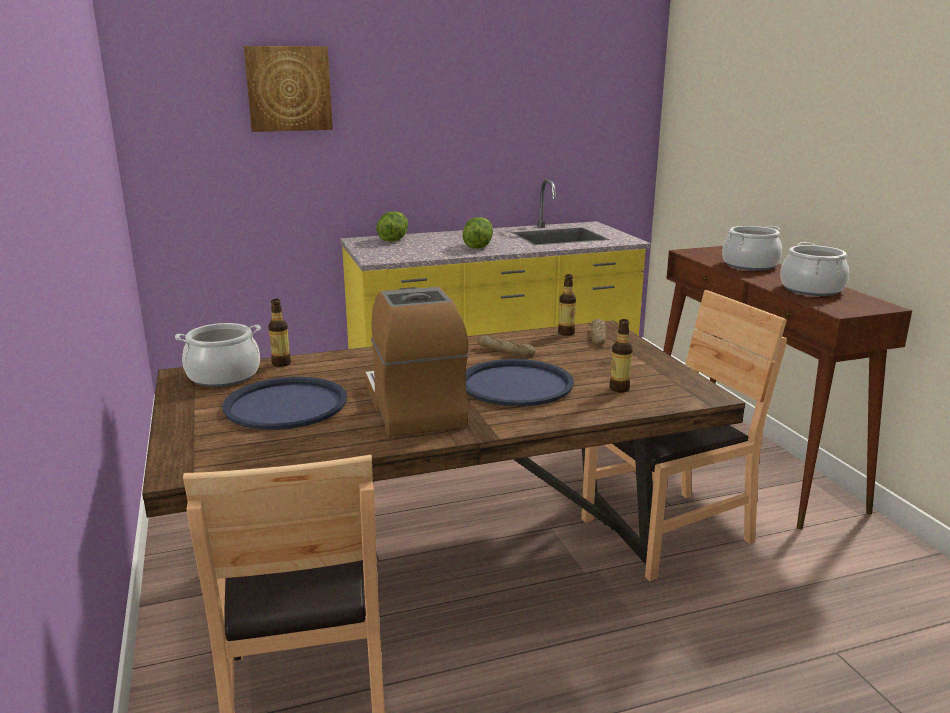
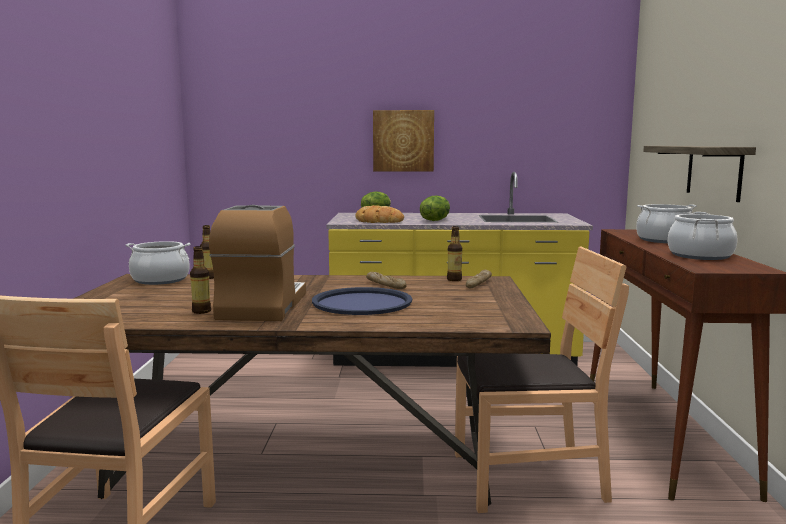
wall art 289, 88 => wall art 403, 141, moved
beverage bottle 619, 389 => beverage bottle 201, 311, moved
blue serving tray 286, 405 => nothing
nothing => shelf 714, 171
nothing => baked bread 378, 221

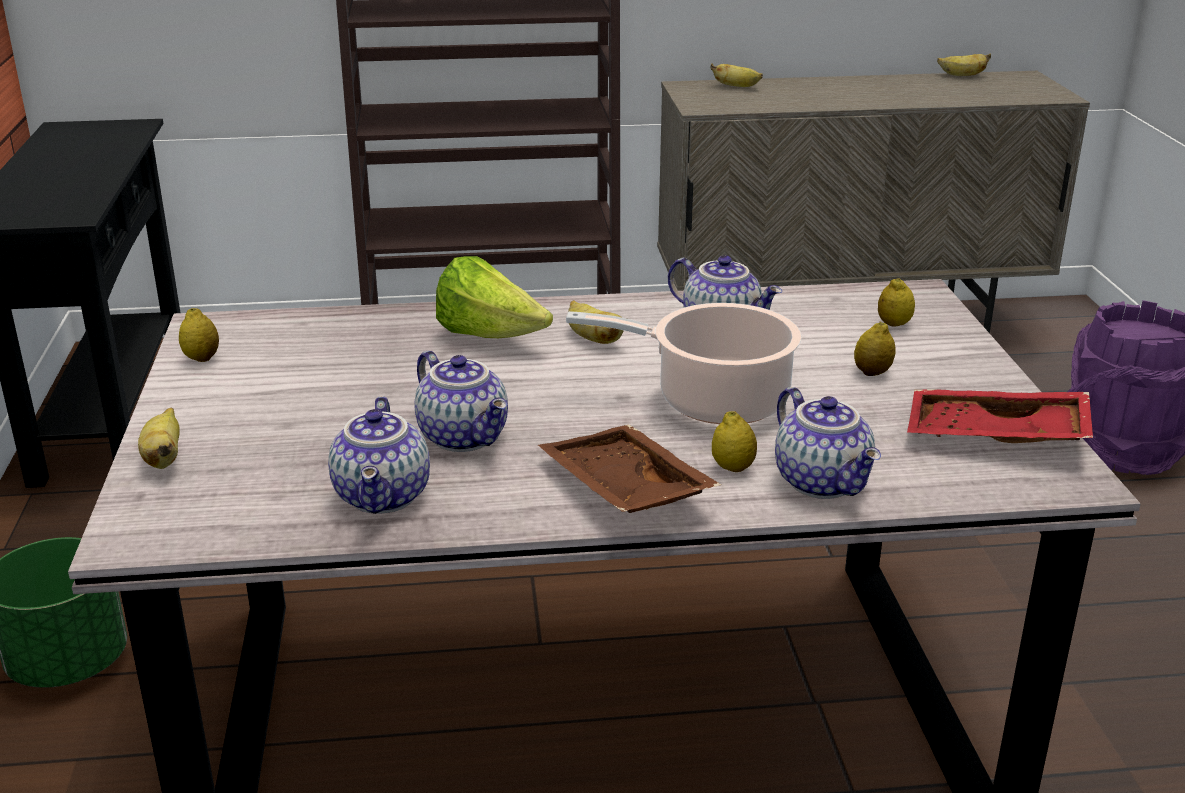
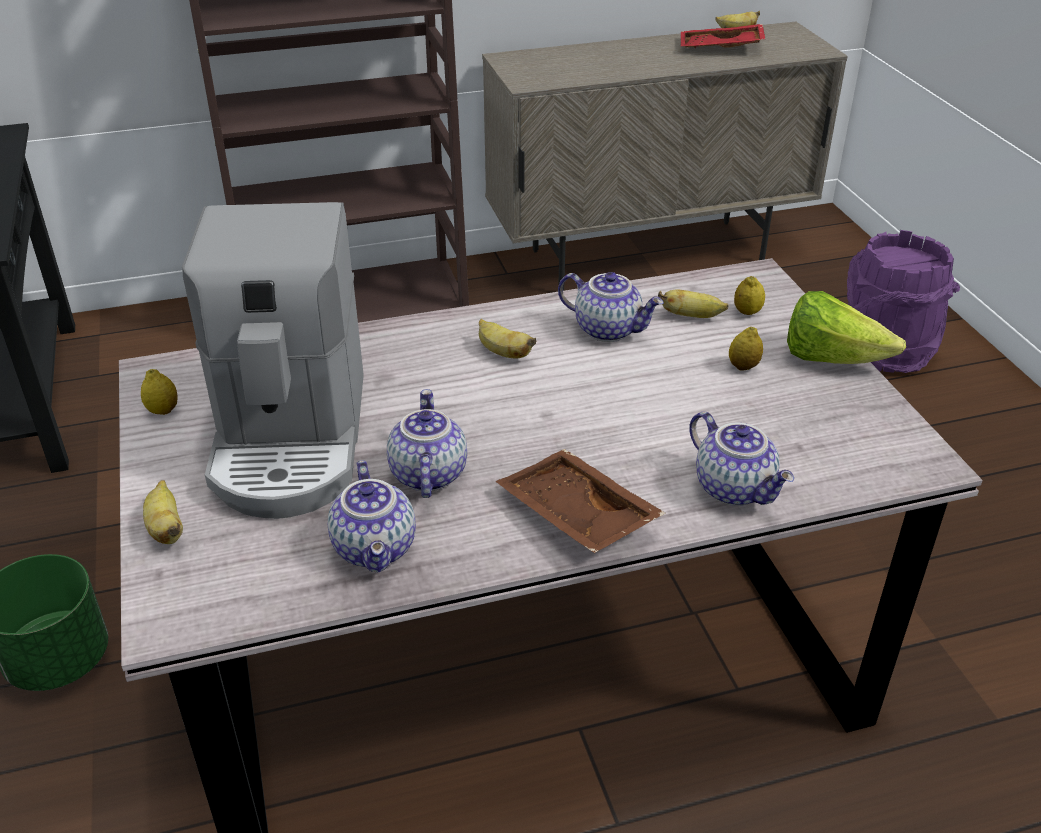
banana 737, 87 => banana 691, 316, moved
head of lettuce 490, 336 => head of lettuce 830, 358, moved
stockpot 713, 400 => nothing
tea pot 465, 437 => tea pot 426, 474, 135 degrees counterclockwise
reddish serving tray 995, 437 => reddish serving tray 720, 48, moved
whole lemon 733, 468 => nothing
nothing => coffee maker 291, 439

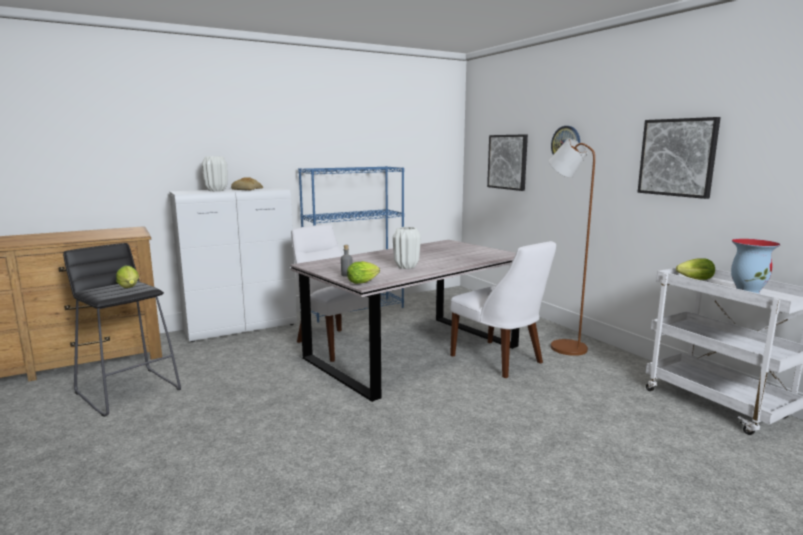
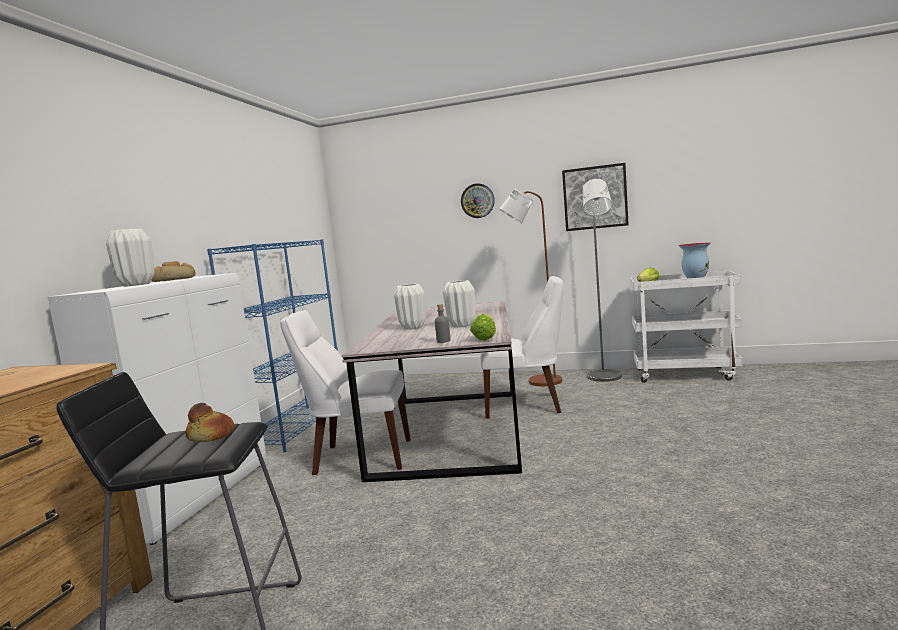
wall art 507, 162 => nothing
head of lettuce 130, 288 => baked bread 211, 435
nothing => grey standard lamp 605, 378
nothing => whitish vase 413, 327

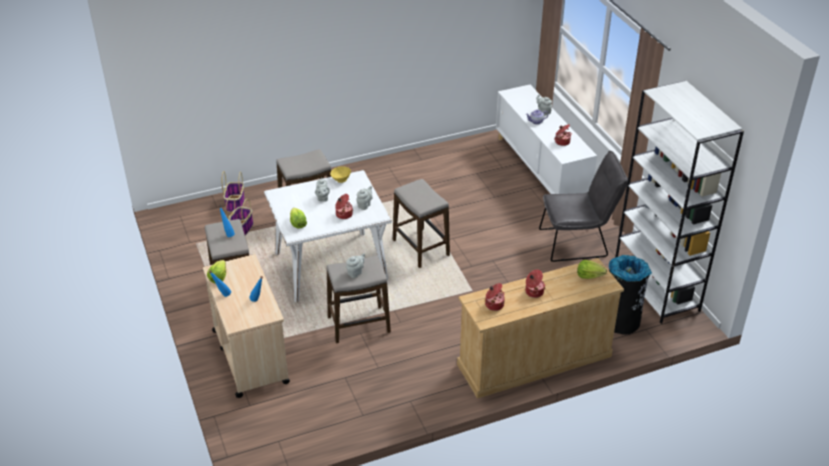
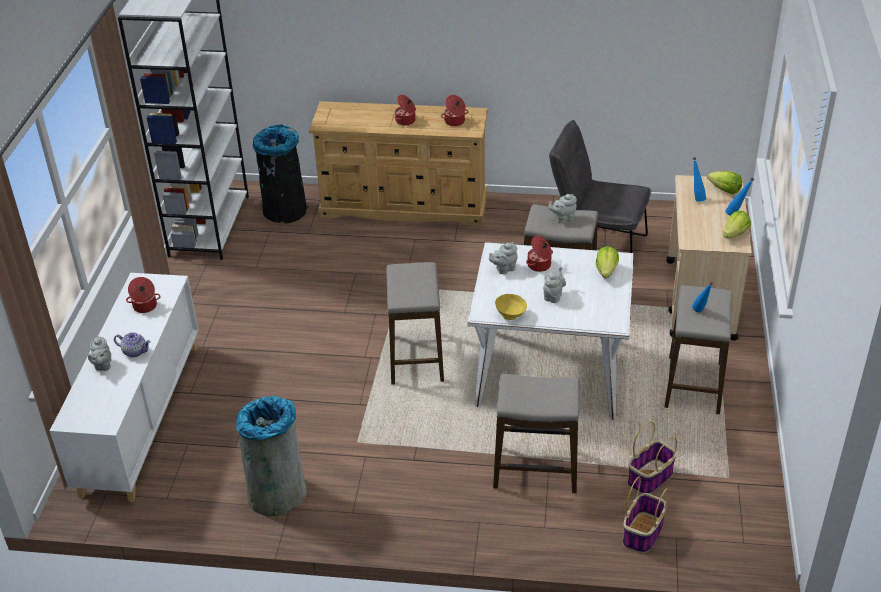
grey upright chair 578, 242 => grey upright chair 595, 246, moved
head of lettuce 589, 276 => head of lettuce 724, 190, moved
nothing => grey rubbish bin 278, 493

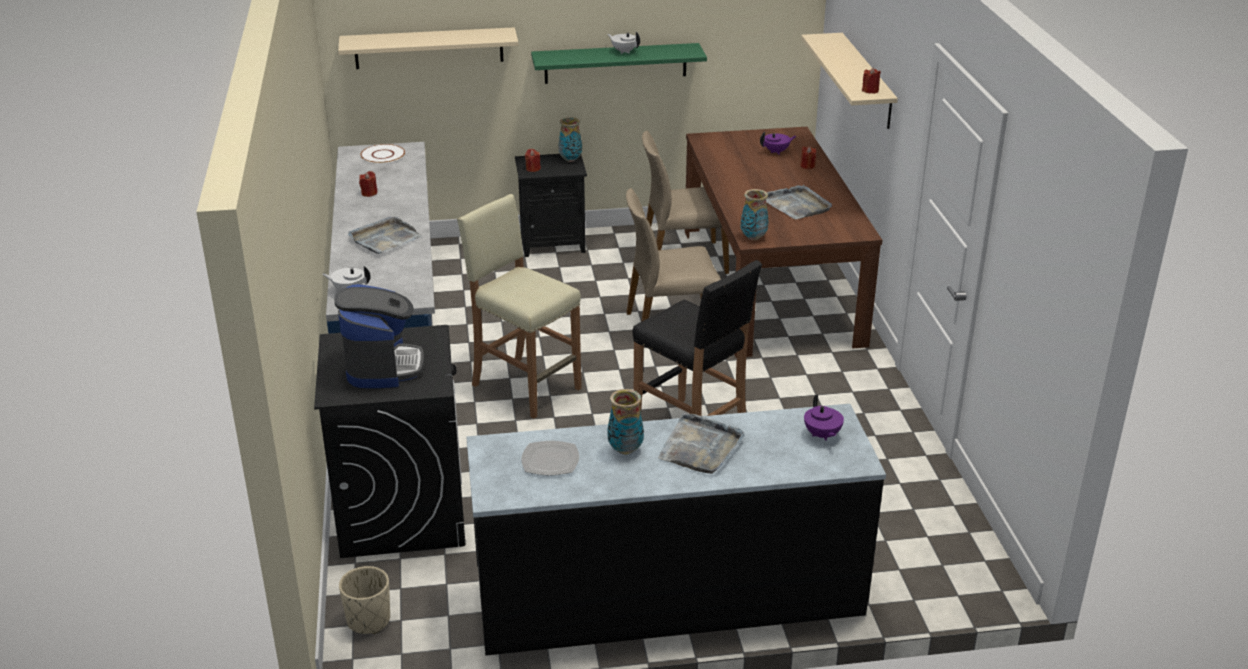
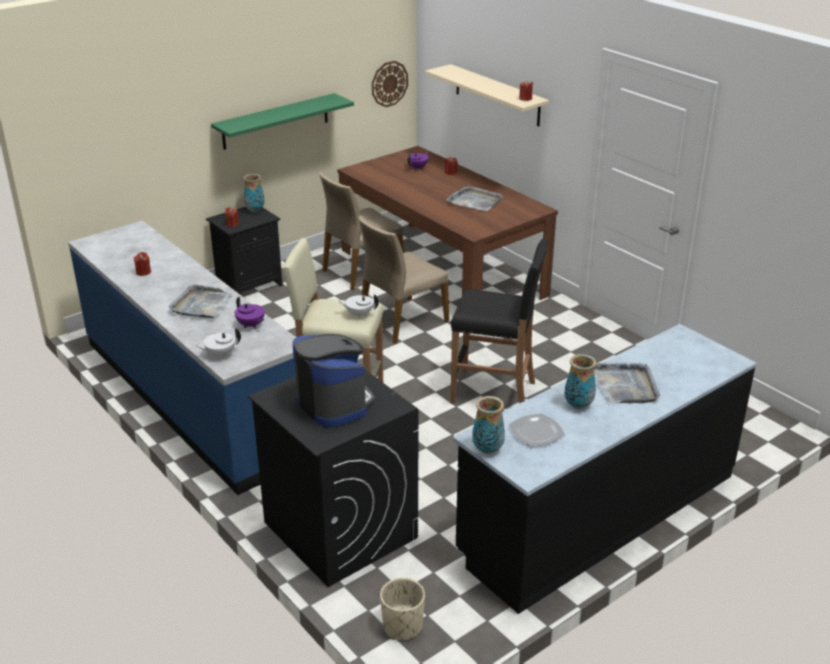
beige shelf 429, 48 => nothing
whitish tea pot 624, 51 => whitish tea pot 359, 314, moved
whitish dinner plate 382, 155 => nothing
vase 754, 237 => vase 488, 450, moved
purplish tea pot 822, 435 => purplish tea pot 250, 325, moved
nothing => hanging clock 389, 83

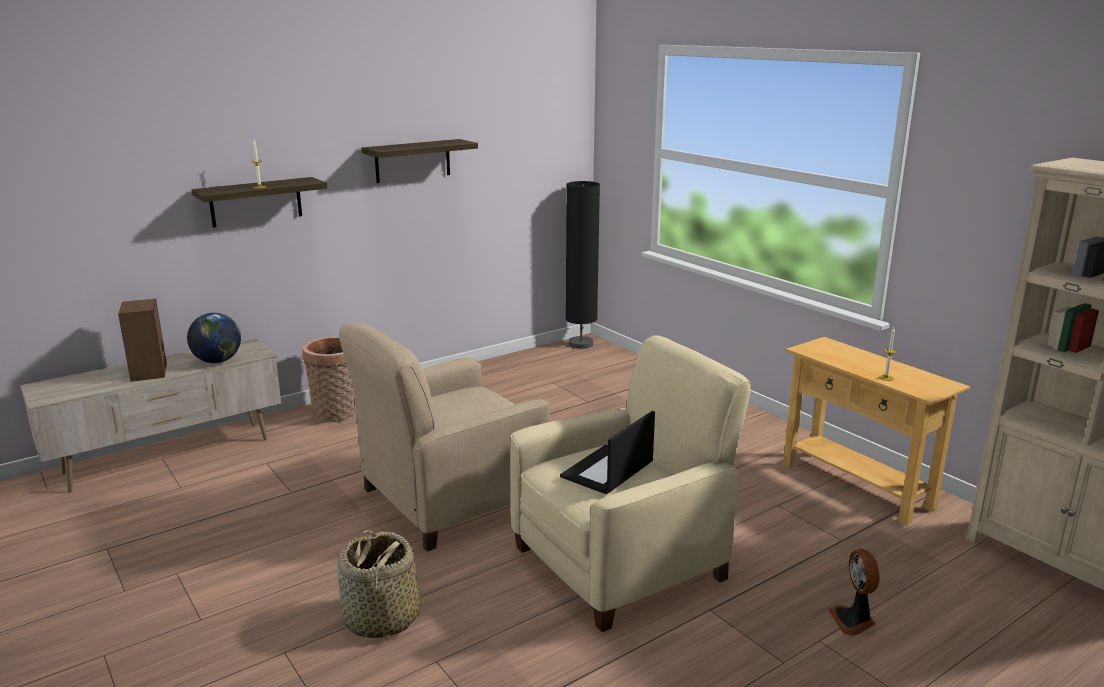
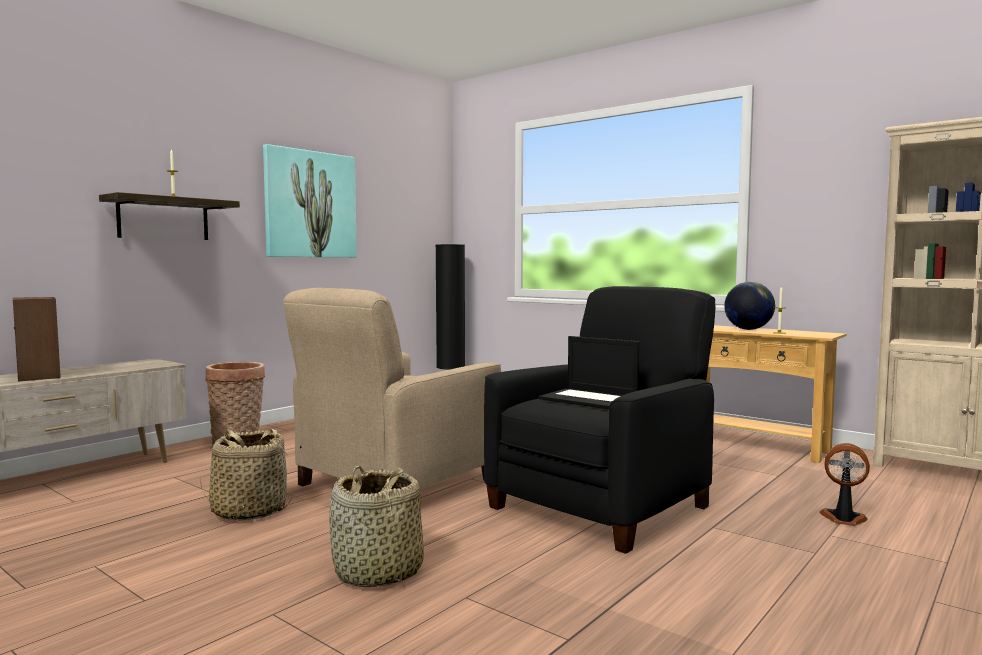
shelf 413, 161 => wall art 310, 204
desk globe 218, 361 => desk globe 748, 329, moved
beige armchair 621, 562 => black-coloured armchair 601, 506
portable computer 607, 471 => portable computer 590, 399, 75 degrees counterclockwise
electric fan 853, 620 => electric fan 843, 519, 135 degrees clockwise
nothing => basket 248, 511

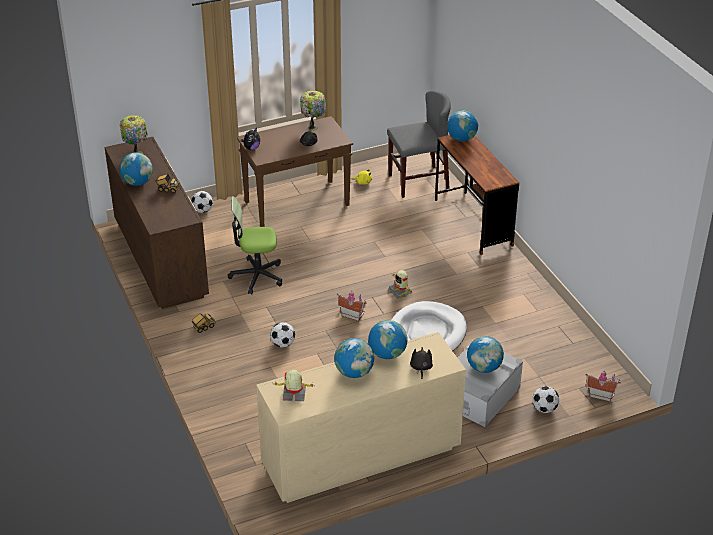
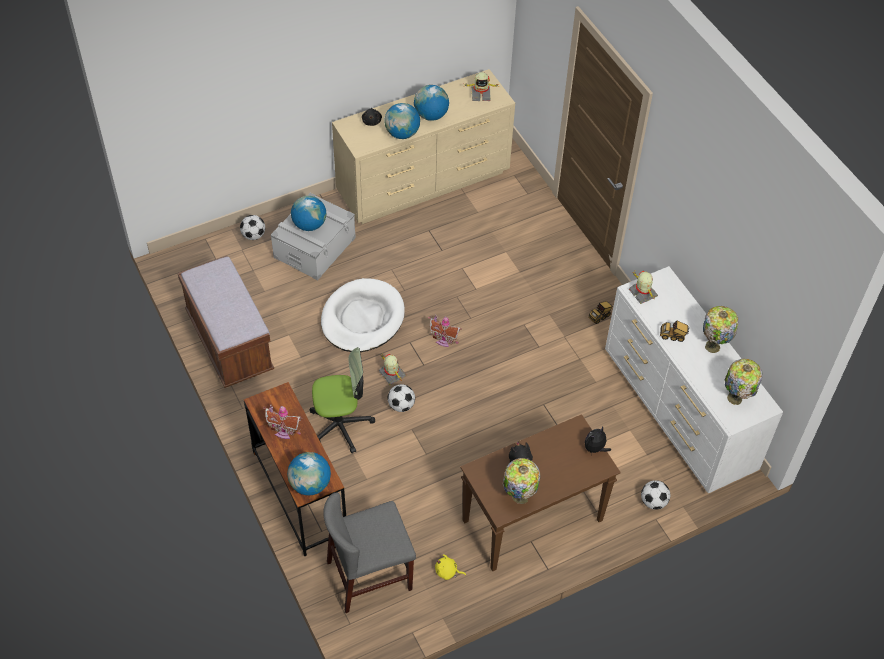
brown-coloured chest of drawers 161, 259 => whitish chest of drawers 678, 413
desk globe 137, 182 => lamp for a table 713, 346
desk chair 257, 276 => desk chair 340, 425, moved
football ball 283, 344 => football ball 401, 405, moved
toy house 600, 394 => toy house 284, 431, moved
nothing => brown-coloured long seat 229, 342
nothing => model robot 642, 293

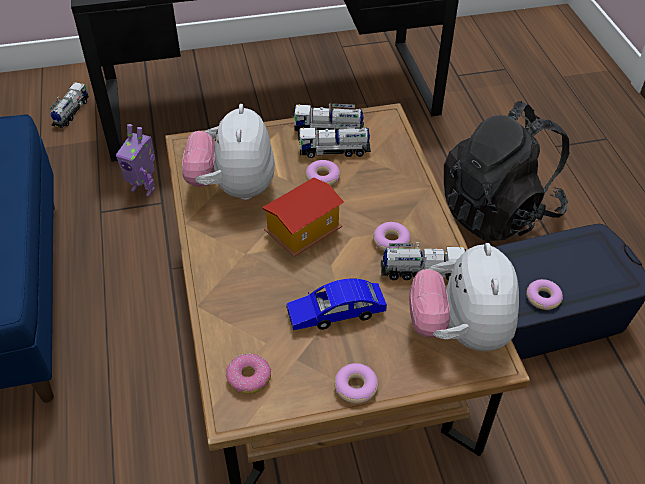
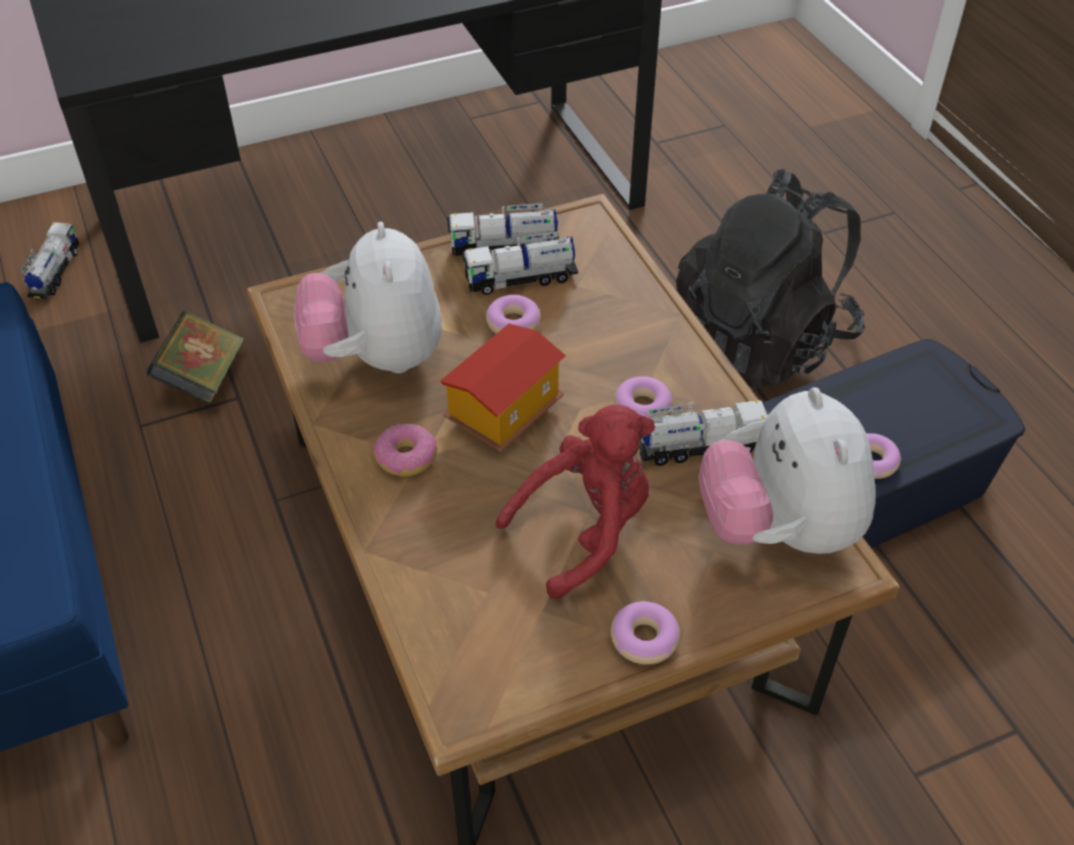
model robot 144, 188 => bound book 203, 379
blue toy car 336, 313 => reddish cuddly toy 585, 530
ring doughnut 248, 378 => ring doughnut 406, 457, moved

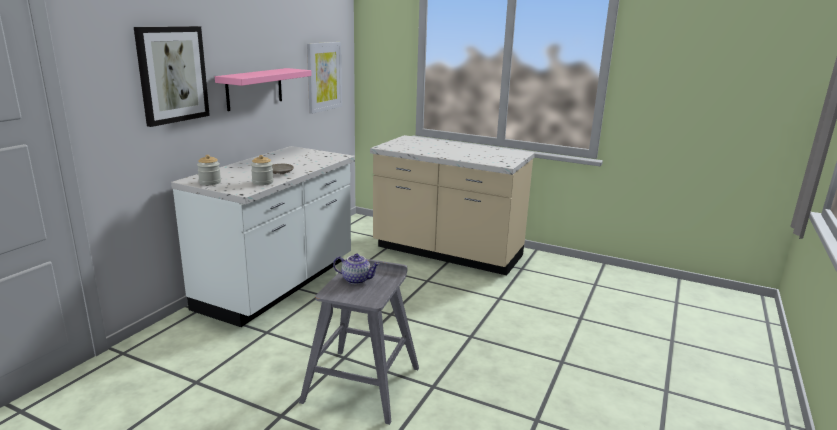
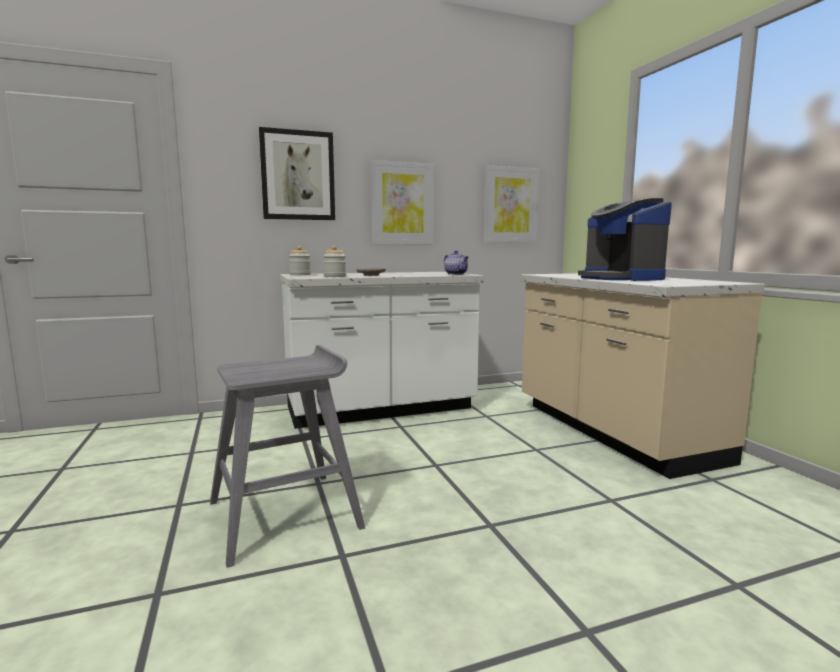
pink-coloured shelf 254, 88 => wall art 402, 204
tea pot 357, 280 => tea pot 456, 274, moved
nothing => coffee maker 620, 278

